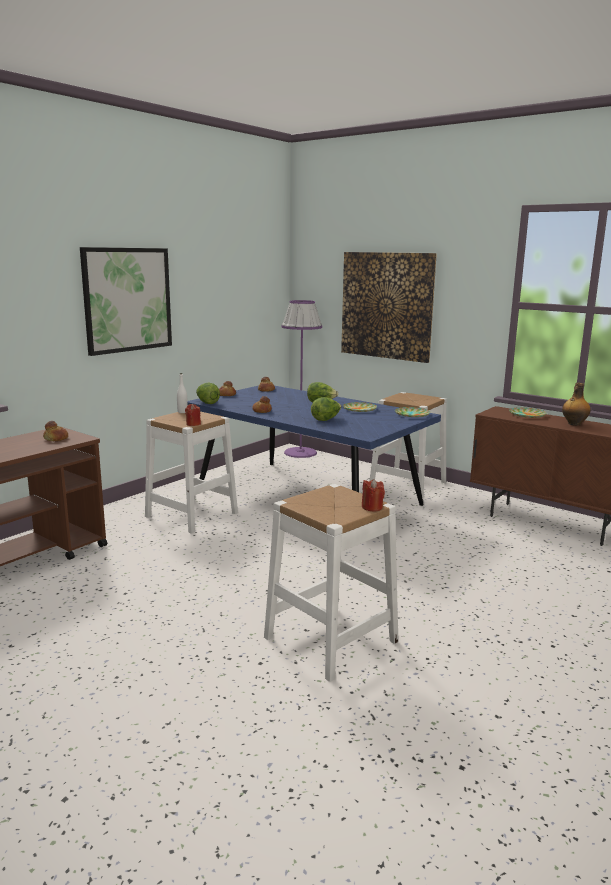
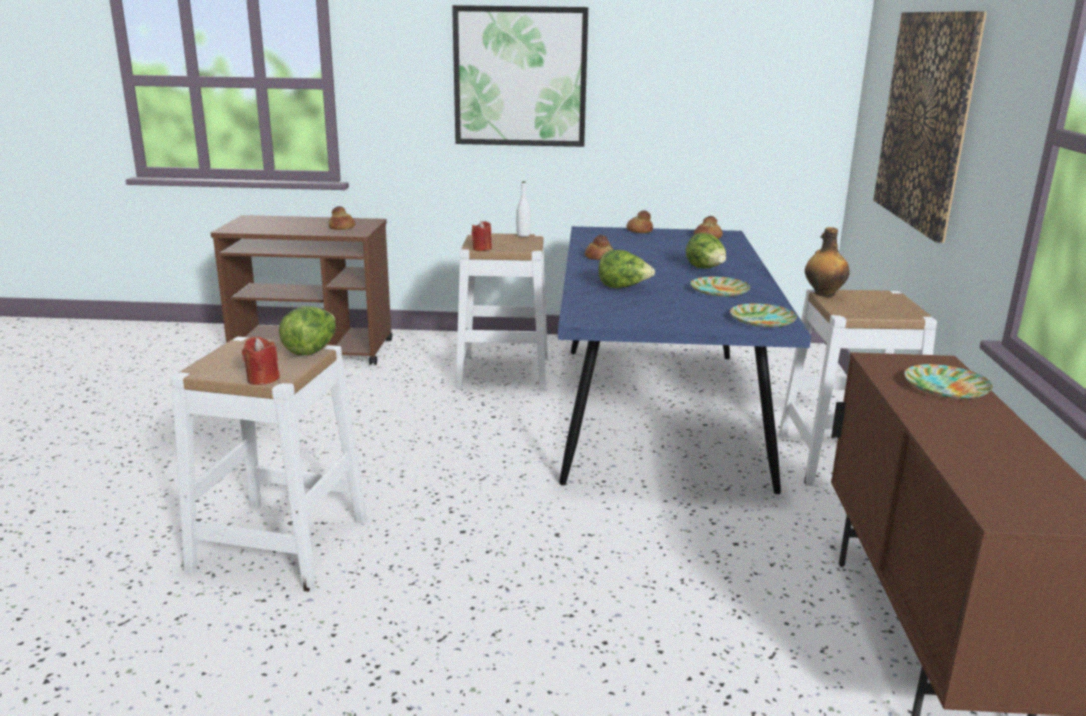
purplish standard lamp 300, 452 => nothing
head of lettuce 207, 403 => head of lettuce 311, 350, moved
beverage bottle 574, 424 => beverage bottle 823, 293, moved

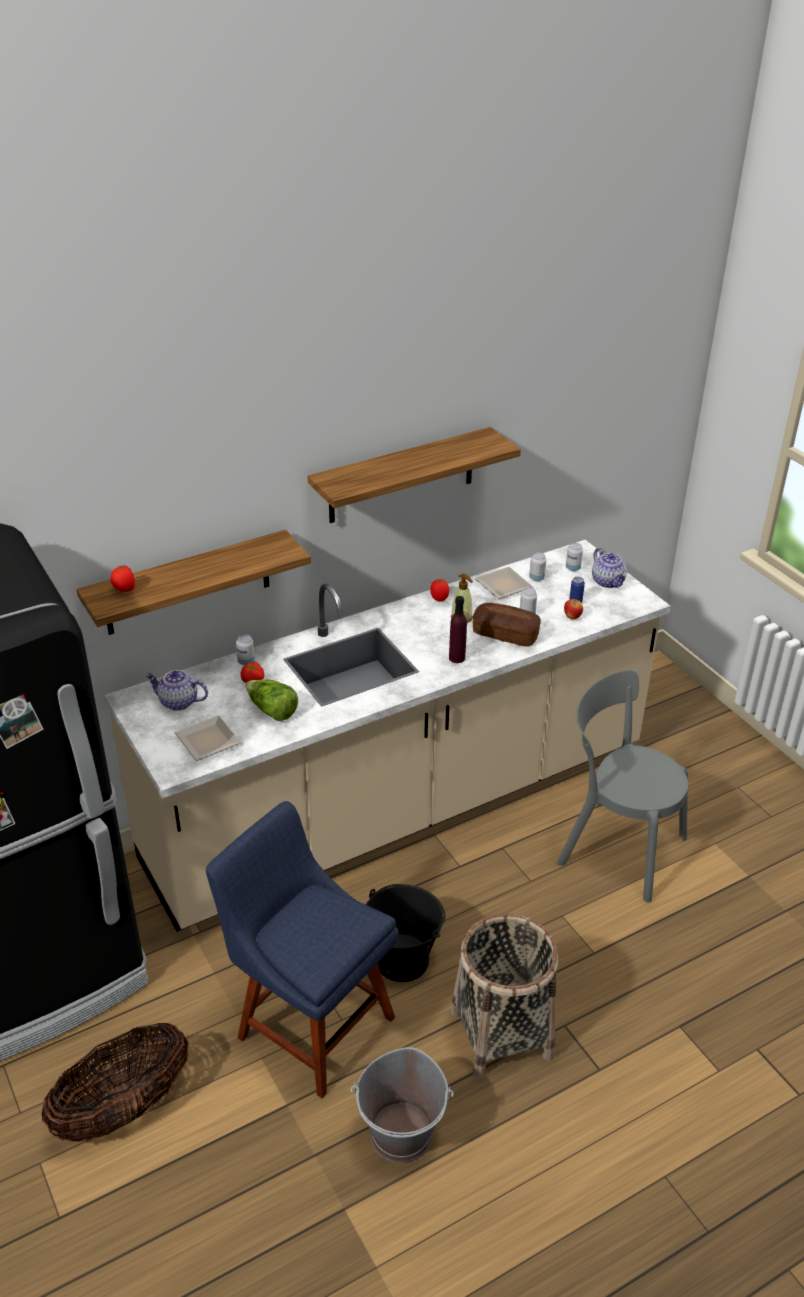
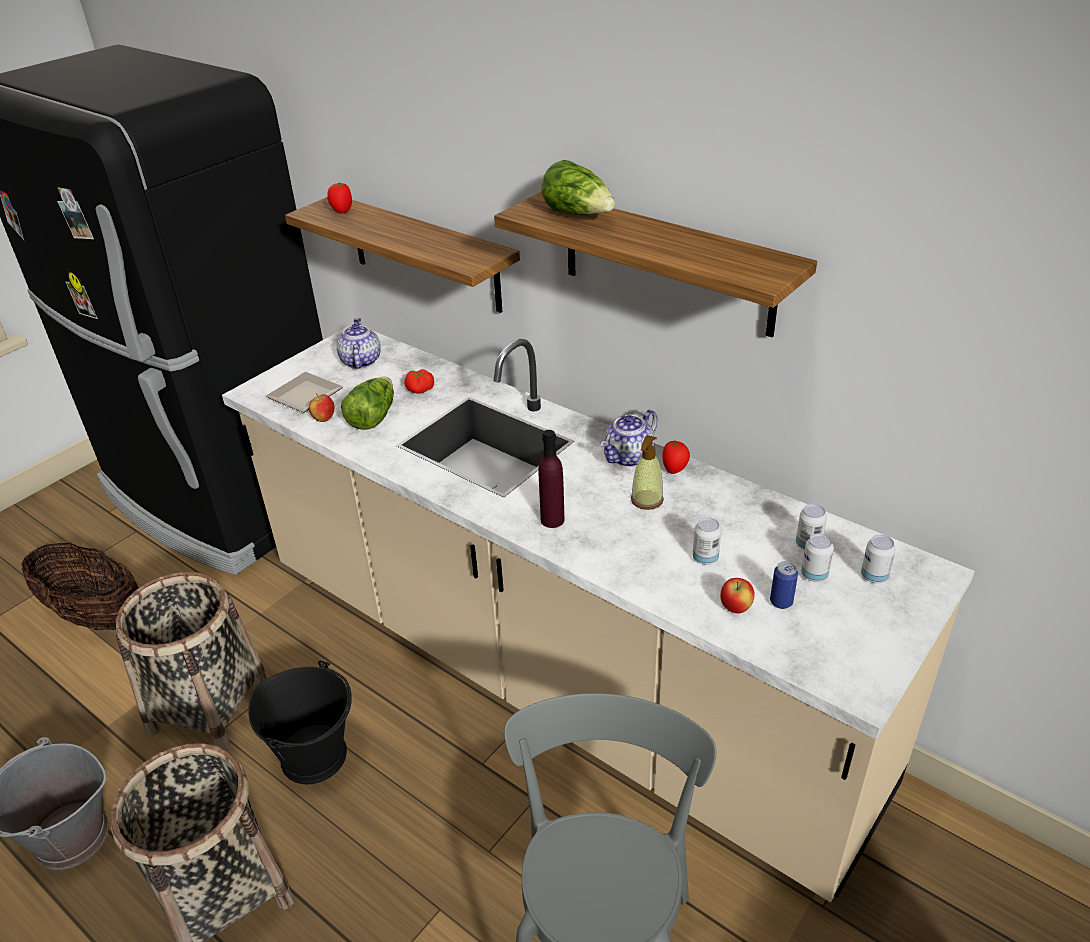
tea pot 608, 582 => tea pot 629, 457, moved
dinner plate 505, 586 => nothing
baked bread 505, 634 => nothing
sealed can 246, 662 => sealed can 814, 575, moved
blue upright chair 310, 1023 => basket 210, 707
nothing => head of lettuce 579, 215
nothing => whole apple 324, 419

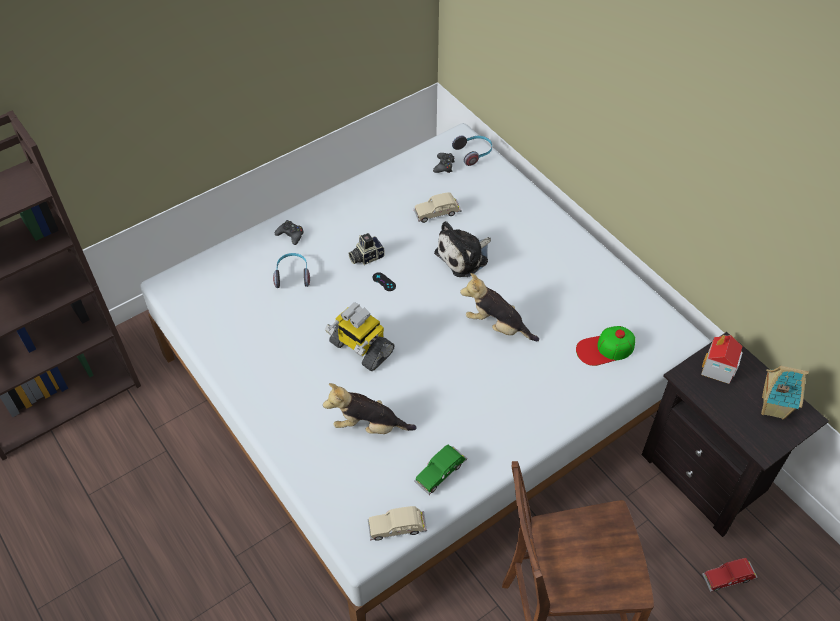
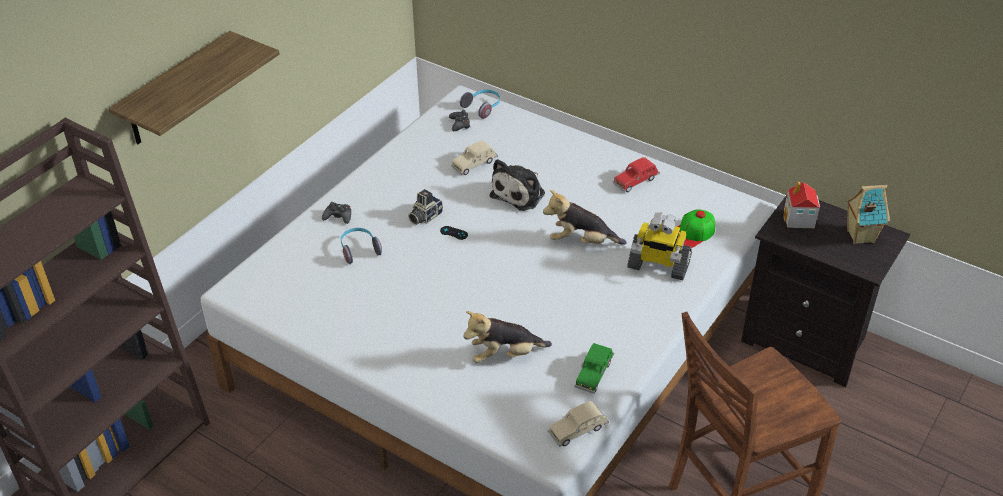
model robot 360, 348 => model robot 658, 265, moved
reddish toy car 728, 578 => reddish toy car 636, 181, moved
nothing => shelf 176, 90

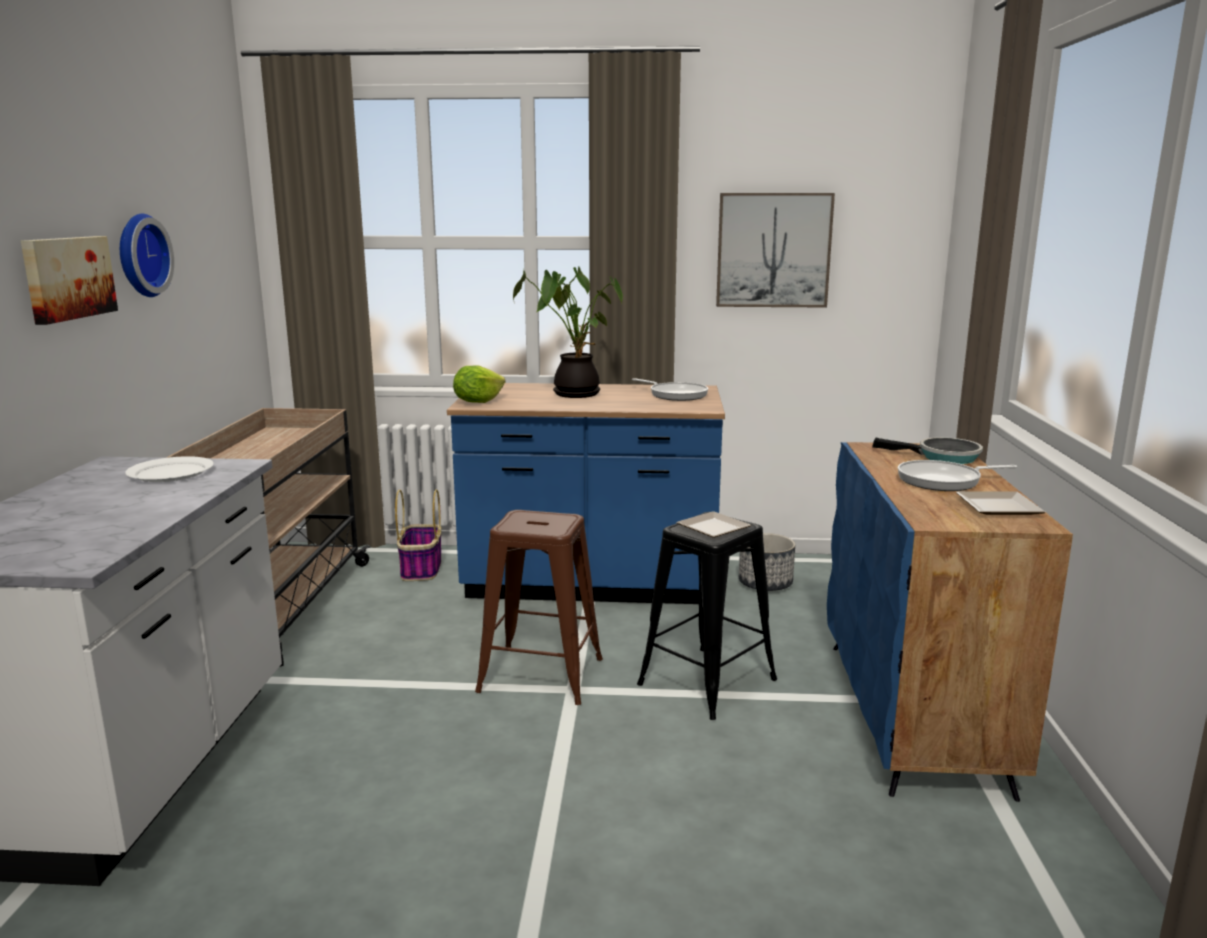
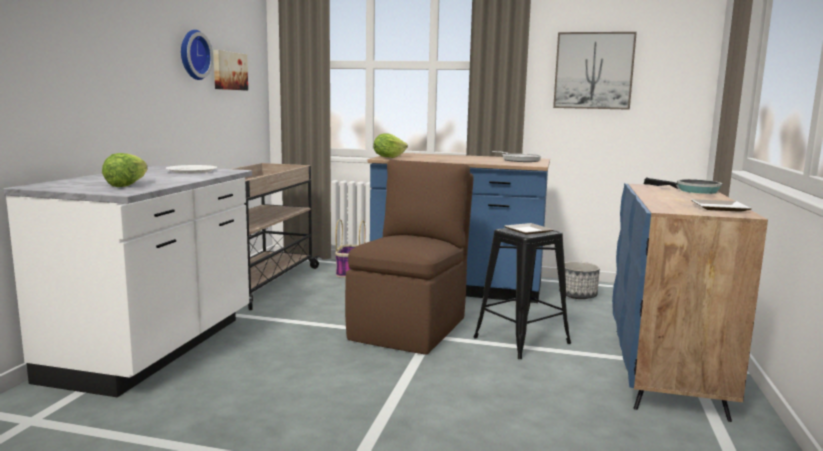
wall art 67, 278 => wall art 229, 71, moved
potted plant 574, 393 => nothing
pan 943, 481 => nothing
brown-coloured sitting stool 540, 675 => brown-coloured upright chair 410, 327
nothing => head of lettuce 127, 185

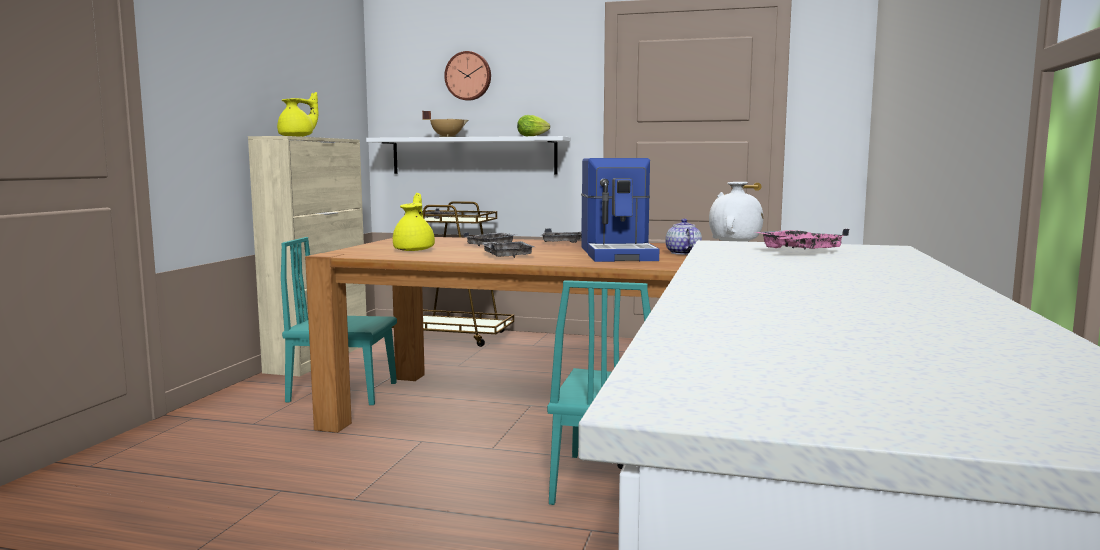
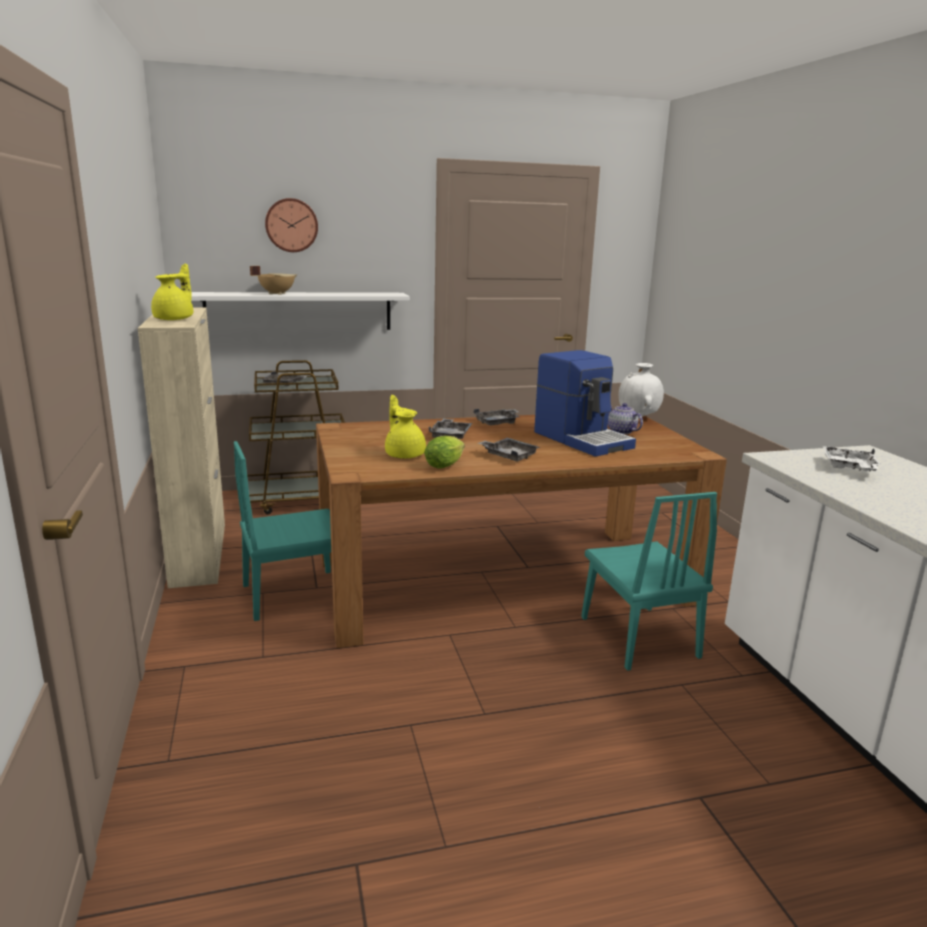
head of lettuce 534, 136 => head of lettuce 446, 465, moved
pink-coloured serving tray 799, 251 => whitish serving tray 849, 468

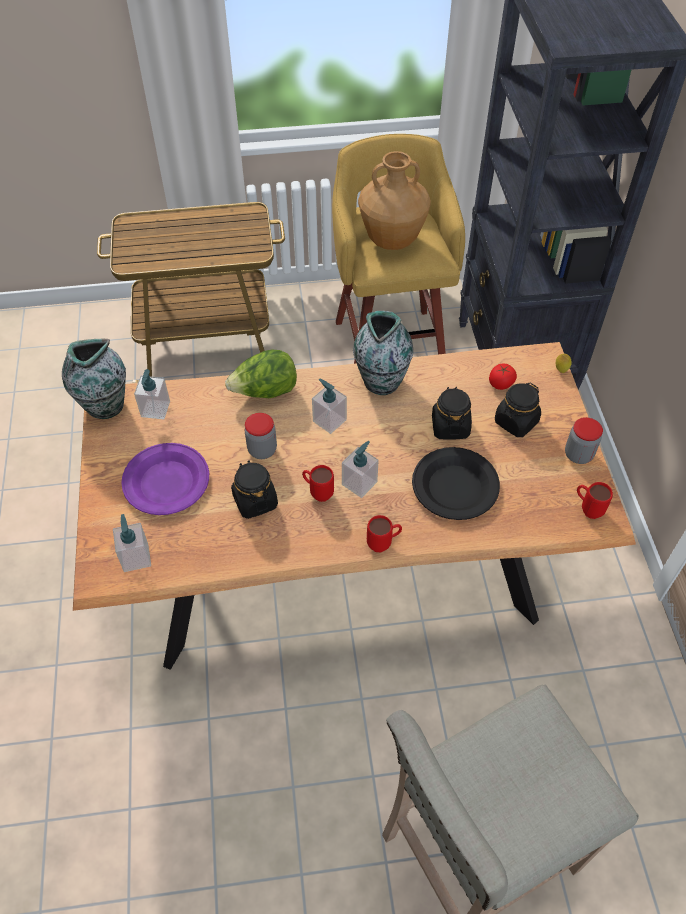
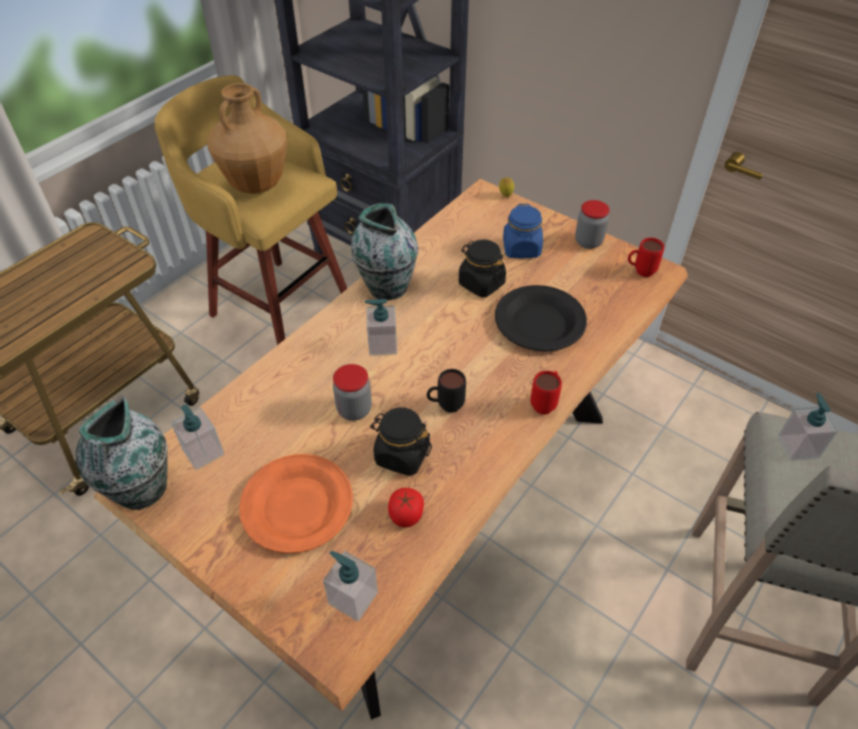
head of lettuce 265, 392 => nothing
tomato 500, 384 => tomato 406, 515, moved
black-coloured preserve jar 516, 422 => blue preserve jar 521, 249
liquid soap bottle 359, 483 => liquid soap bottle 798, 446, moved
purplish dinner plate 166, 482 => orange-coloured dinner plate 296, 506
reddish mug 317, 492 => black-coloured mug 445, 406

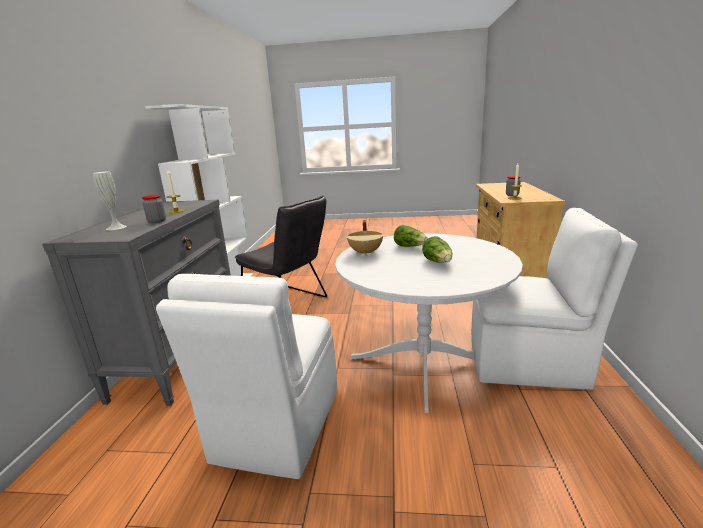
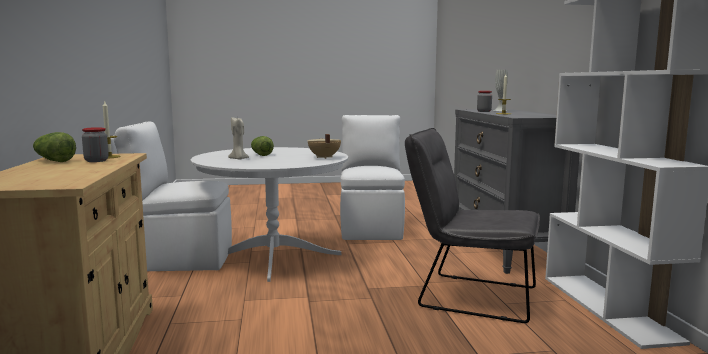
head of lettuce 410, 247 => head of lettuce 53, 161, moved
nothing => beige wax candle 238, 159

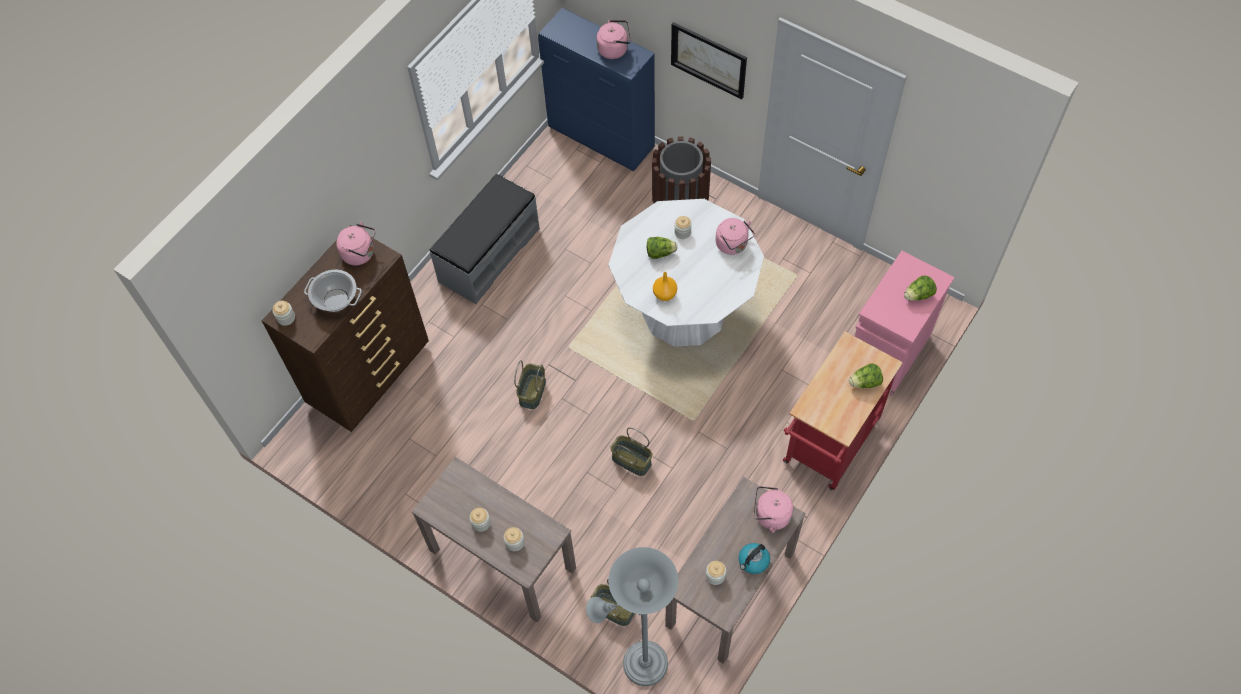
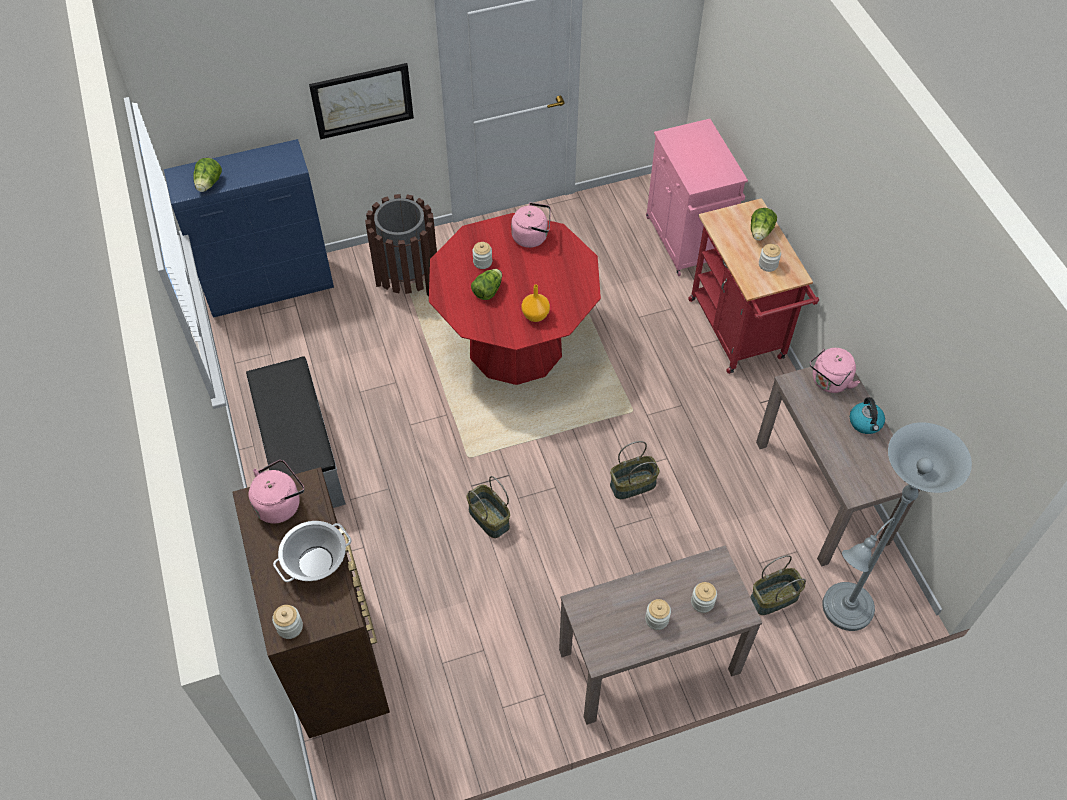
pink-coloured tea kettle 614, 49 => nothing
whitish dinner table 684, 311 => reddish dinner table 515, 346
head of lettuce 918, 295 => head of lettuce 209, 184, moved
preserve jar 715, 576 => preserve jar 768, 264, moved

